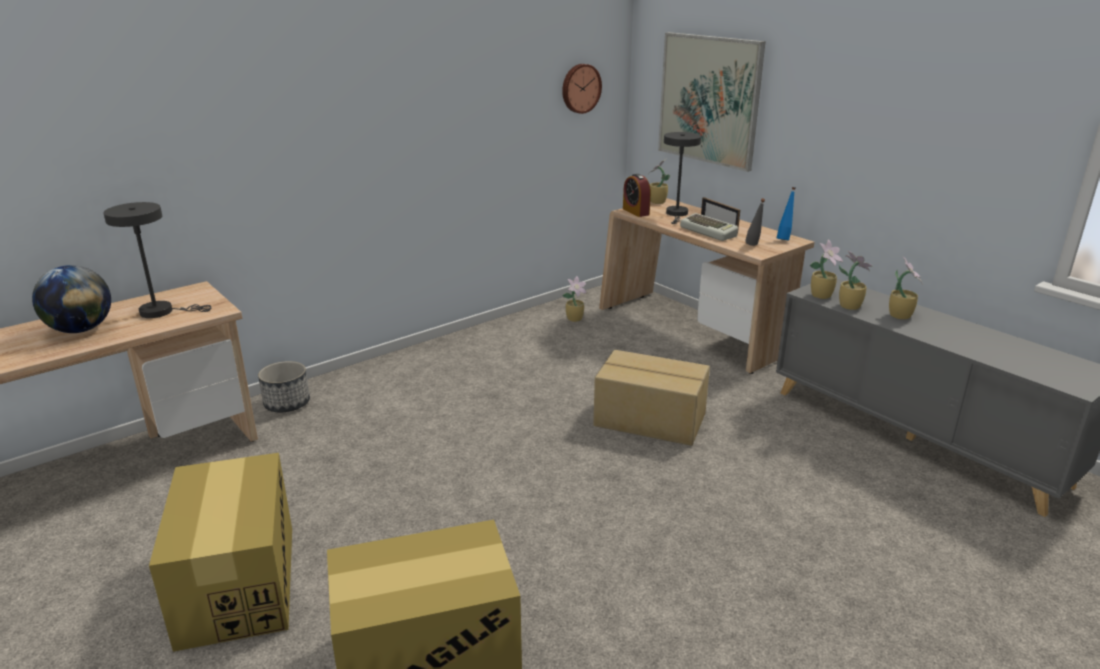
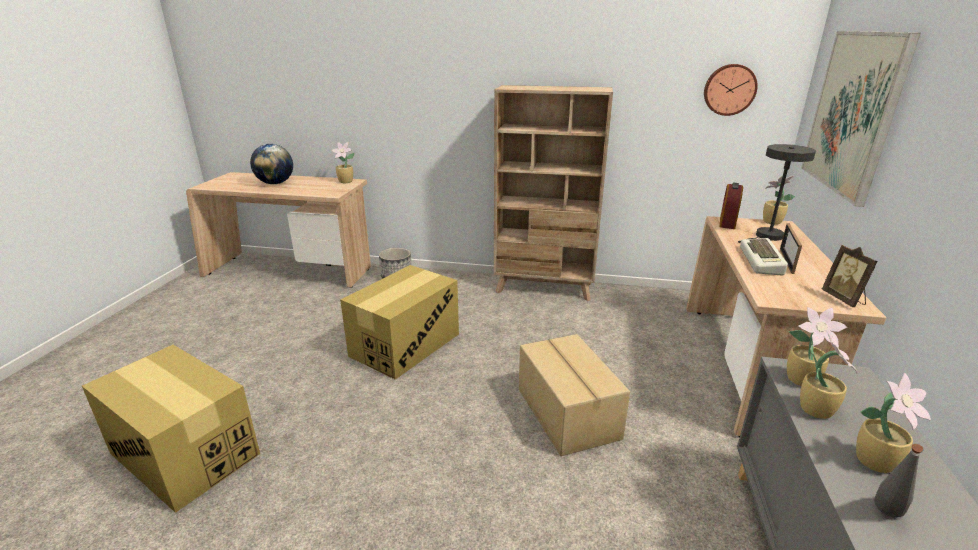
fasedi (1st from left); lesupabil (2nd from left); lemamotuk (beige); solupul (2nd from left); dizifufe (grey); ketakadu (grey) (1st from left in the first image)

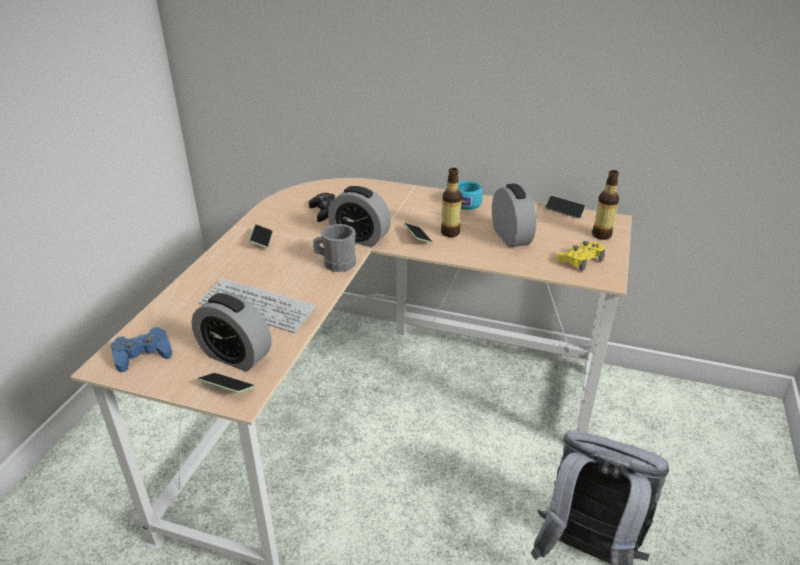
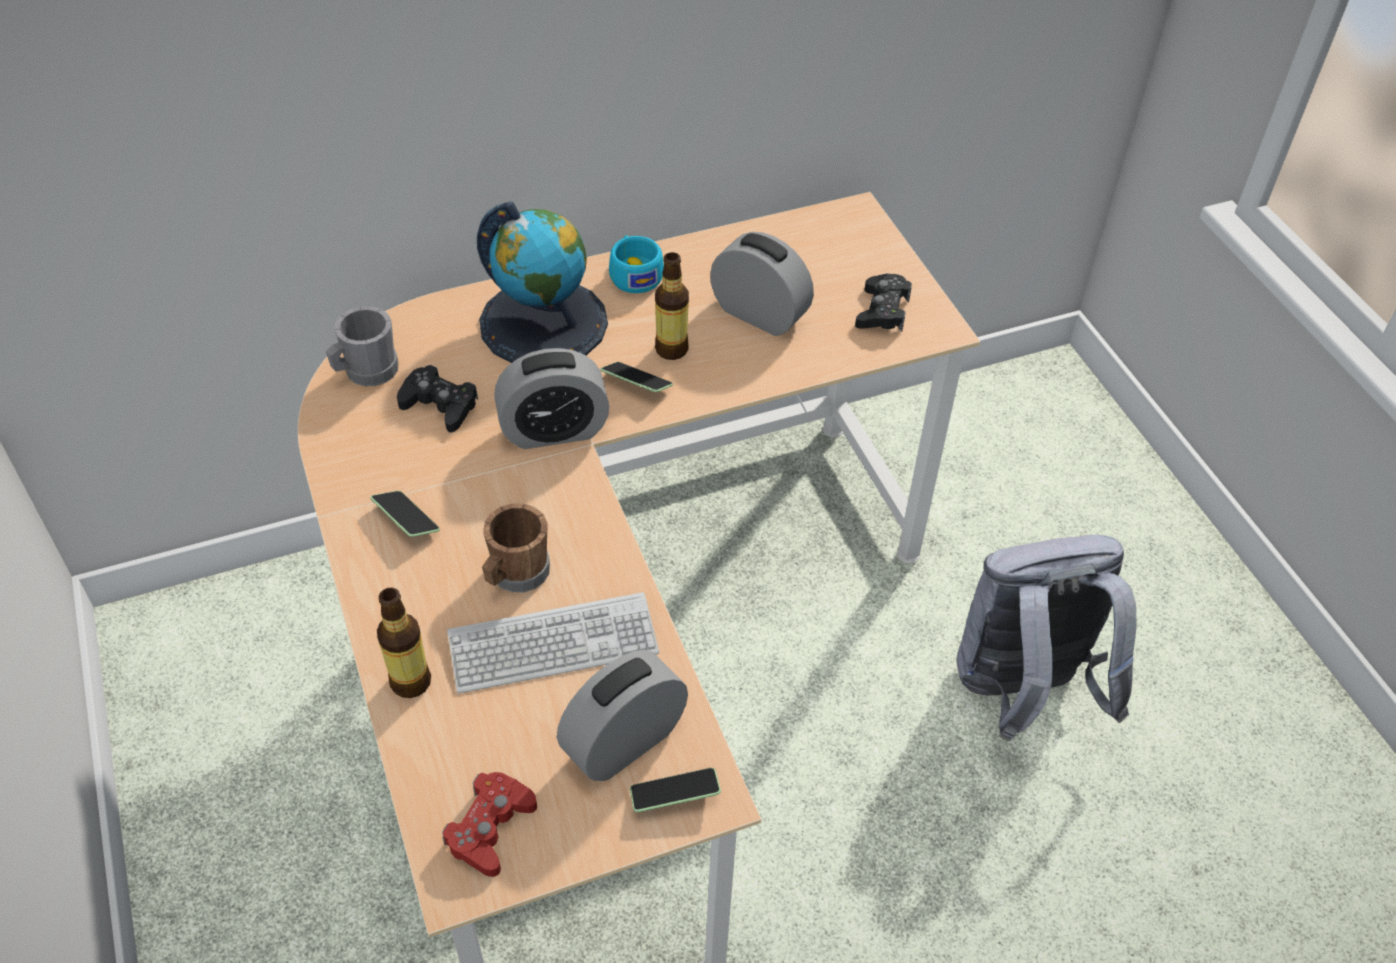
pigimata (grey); dizifufe (1st from left); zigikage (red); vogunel; pigimata (brown); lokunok (2nd from left); zigikage (black) (2nd from left); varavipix (4th from left in the first image)

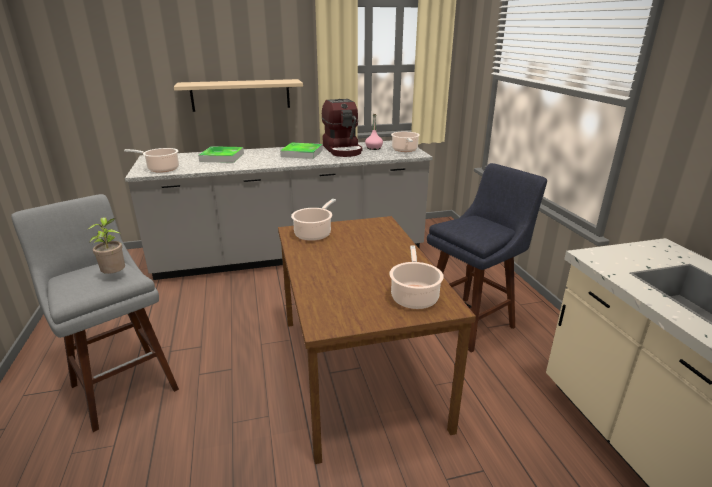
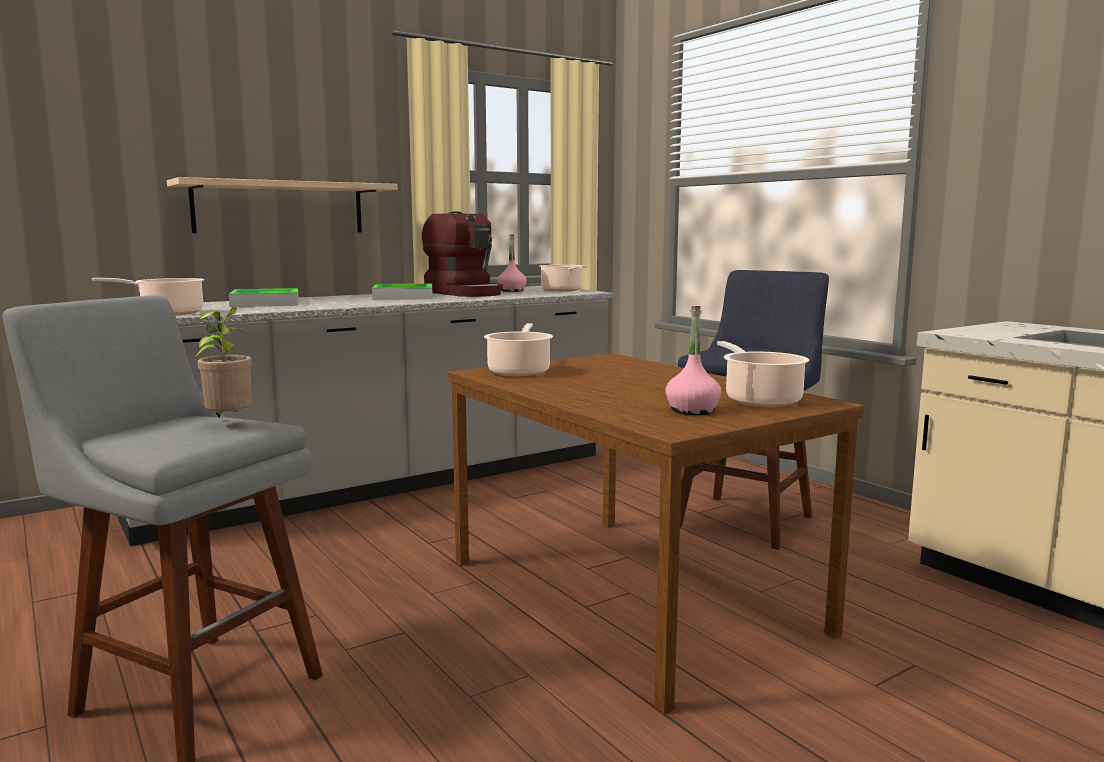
dizifufe (pink) (2nd from left)

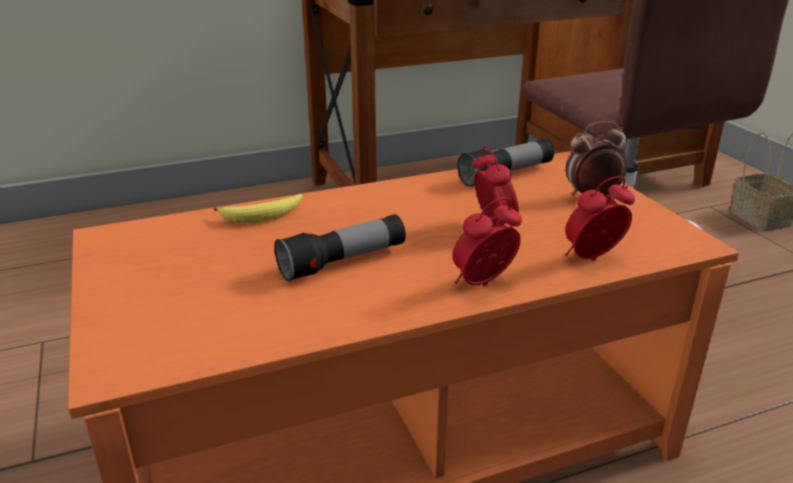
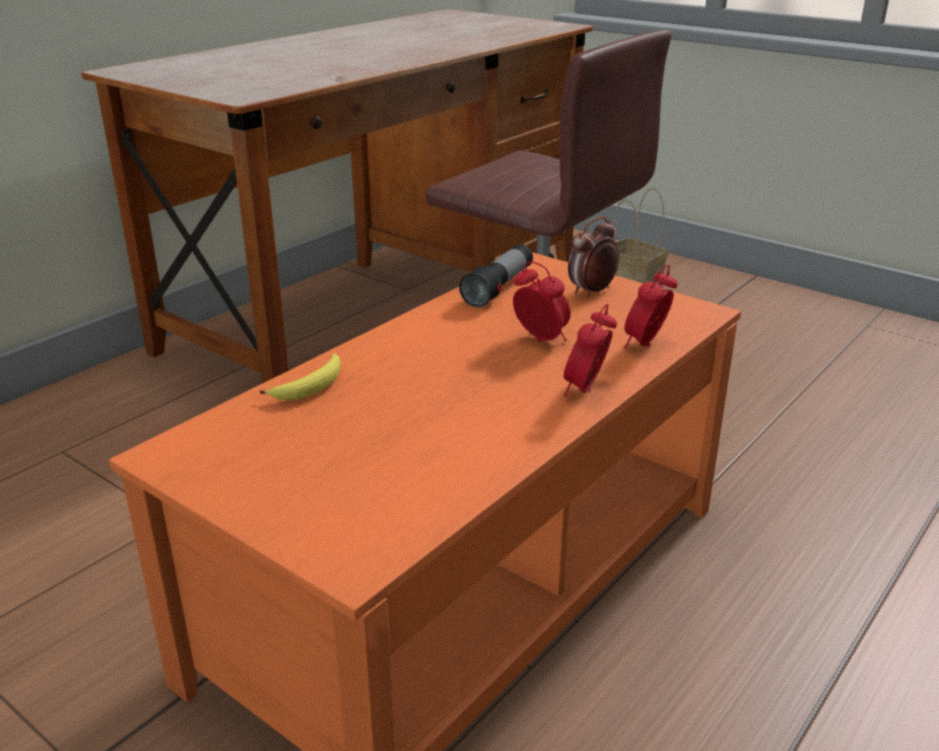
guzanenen (1st from left in the first image)

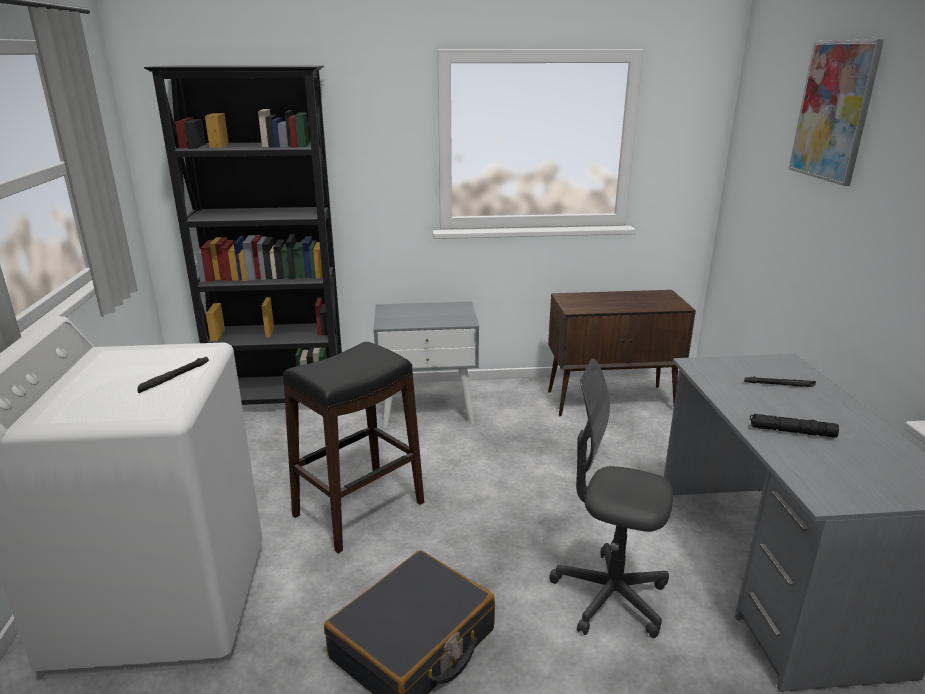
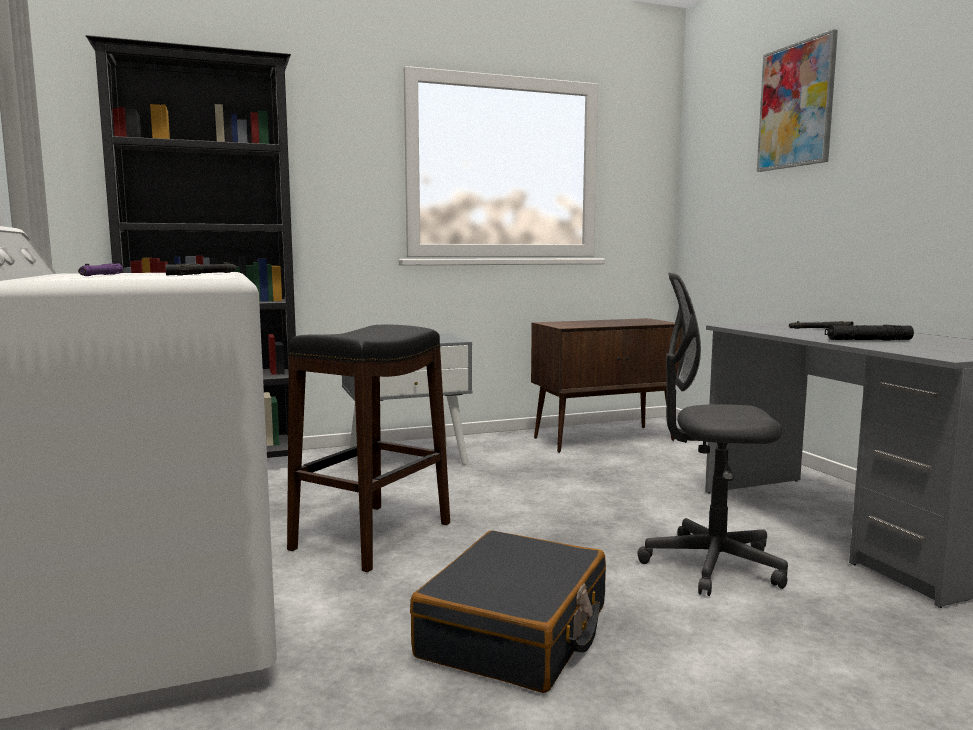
guzanenen (purple)

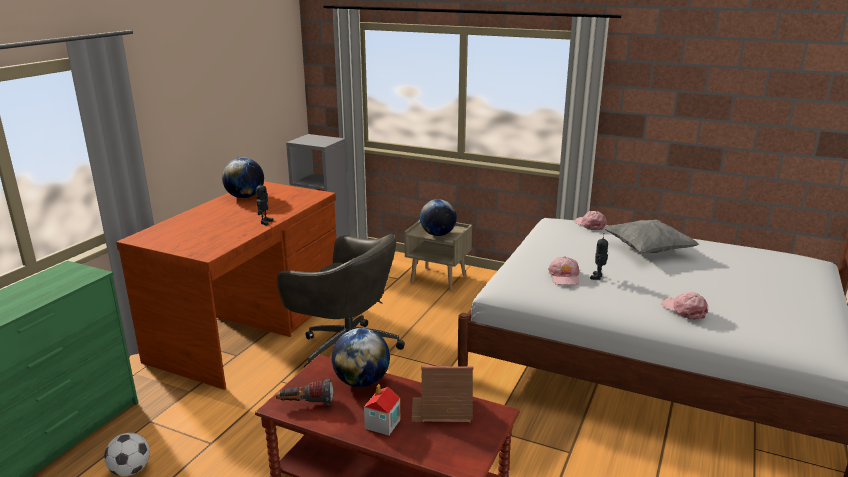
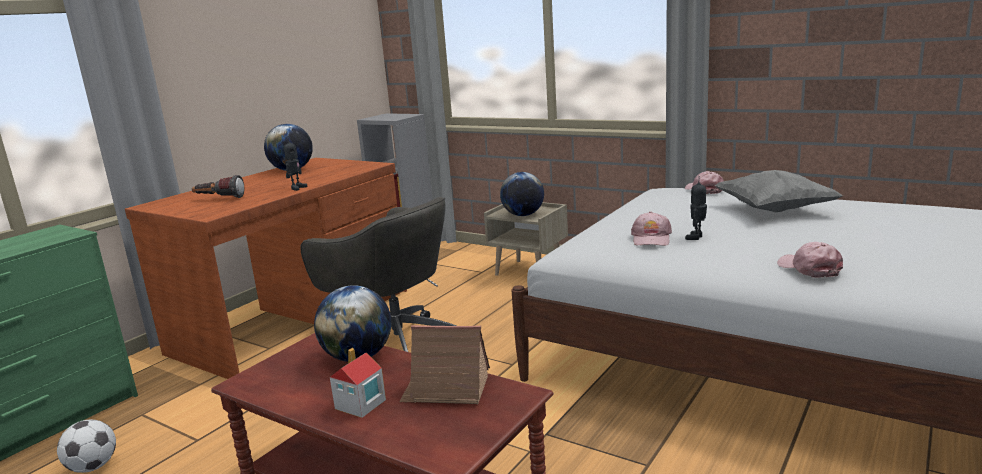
guzanenen

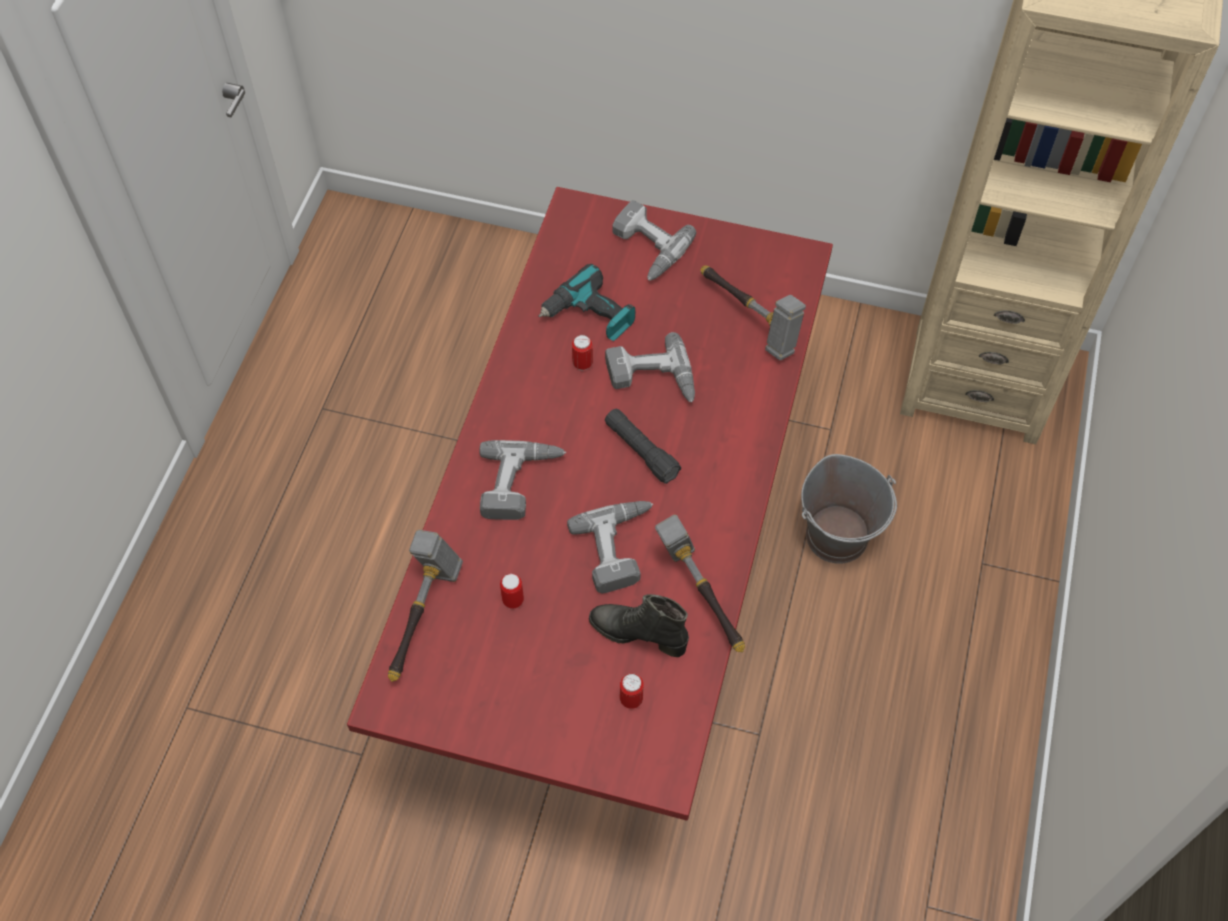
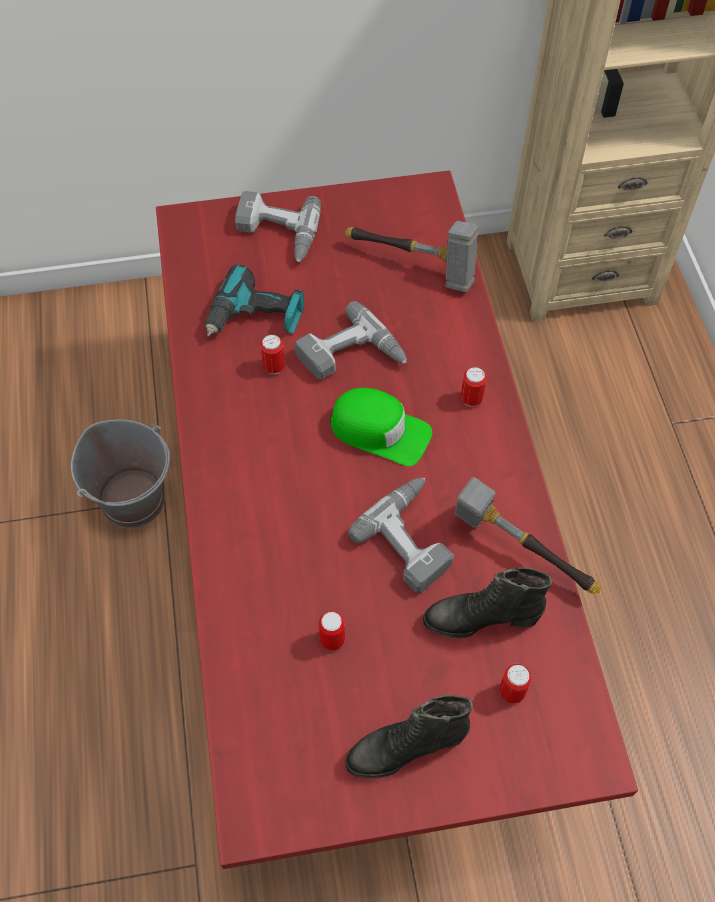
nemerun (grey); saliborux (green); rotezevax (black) (1st from left); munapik (3rd from left); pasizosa (1st from left in the first image); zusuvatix (1st from left in the first image)

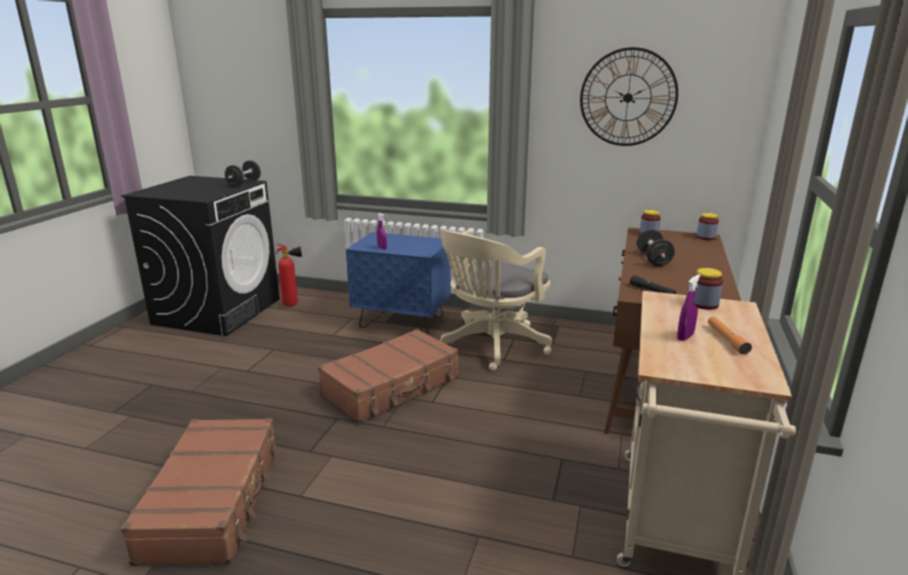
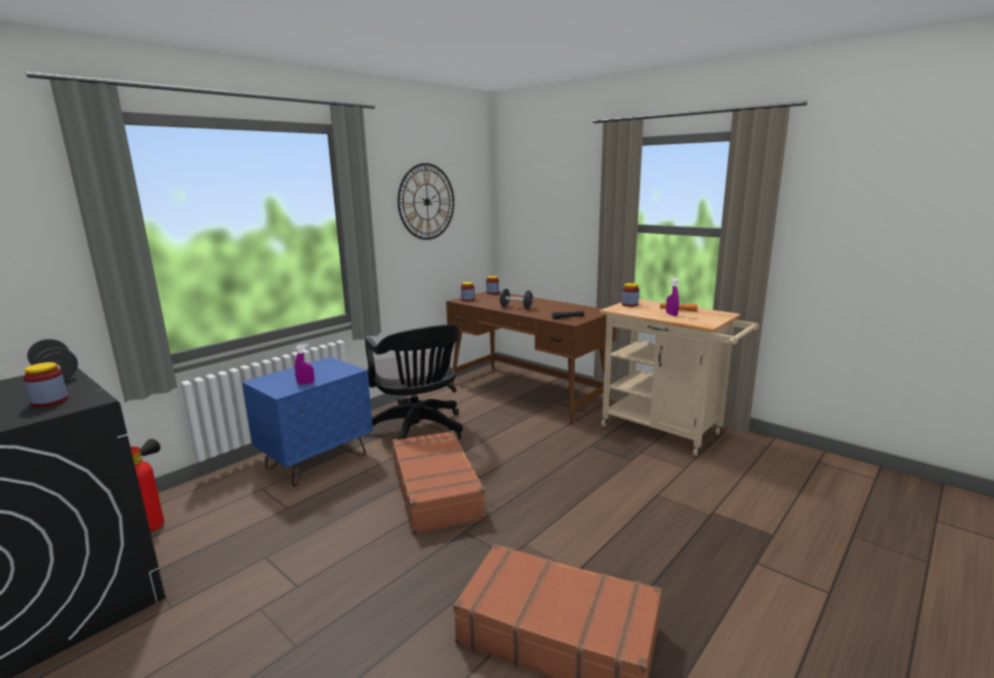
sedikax (1st from left); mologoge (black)

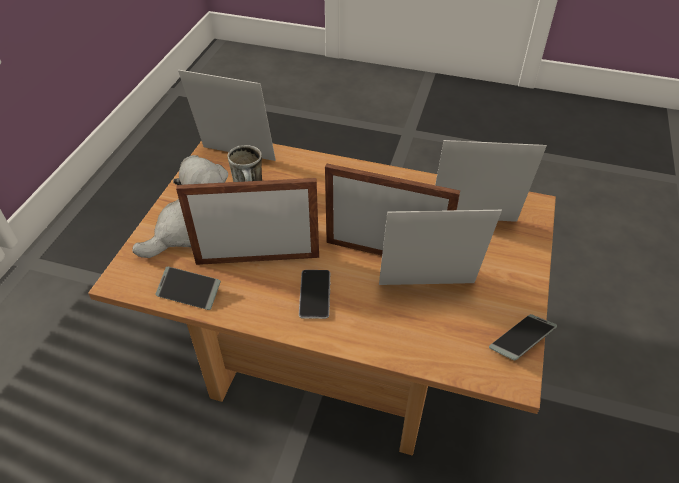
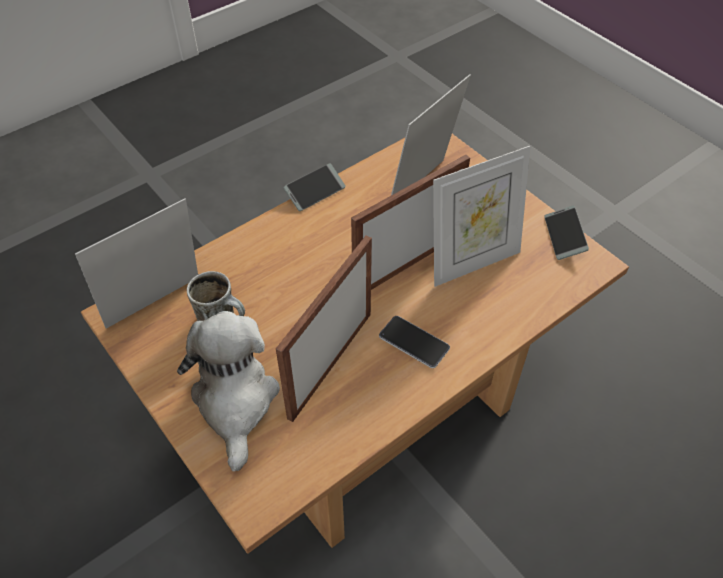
varavipix (1st from left); solupul (5th from left)

